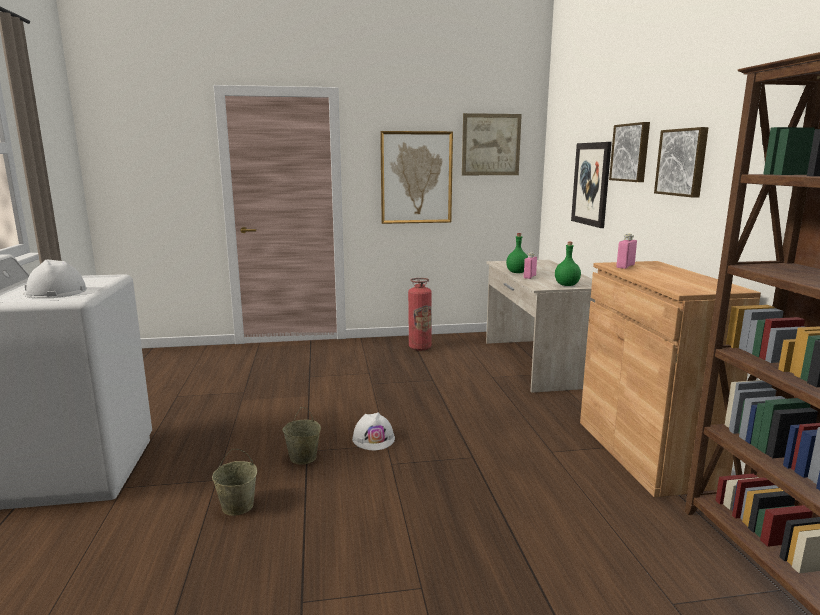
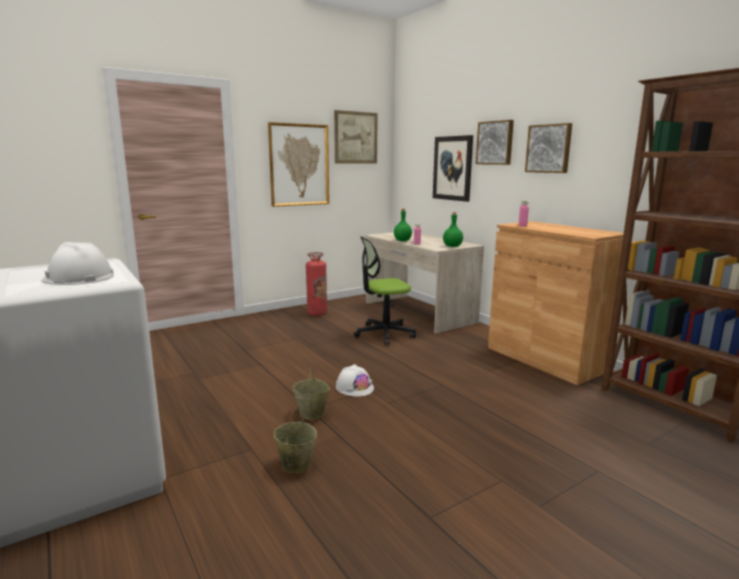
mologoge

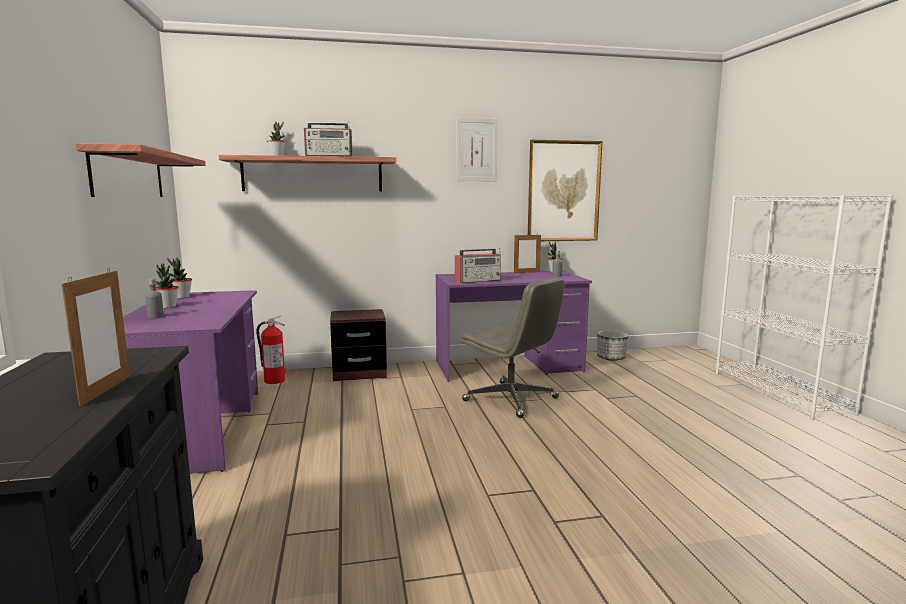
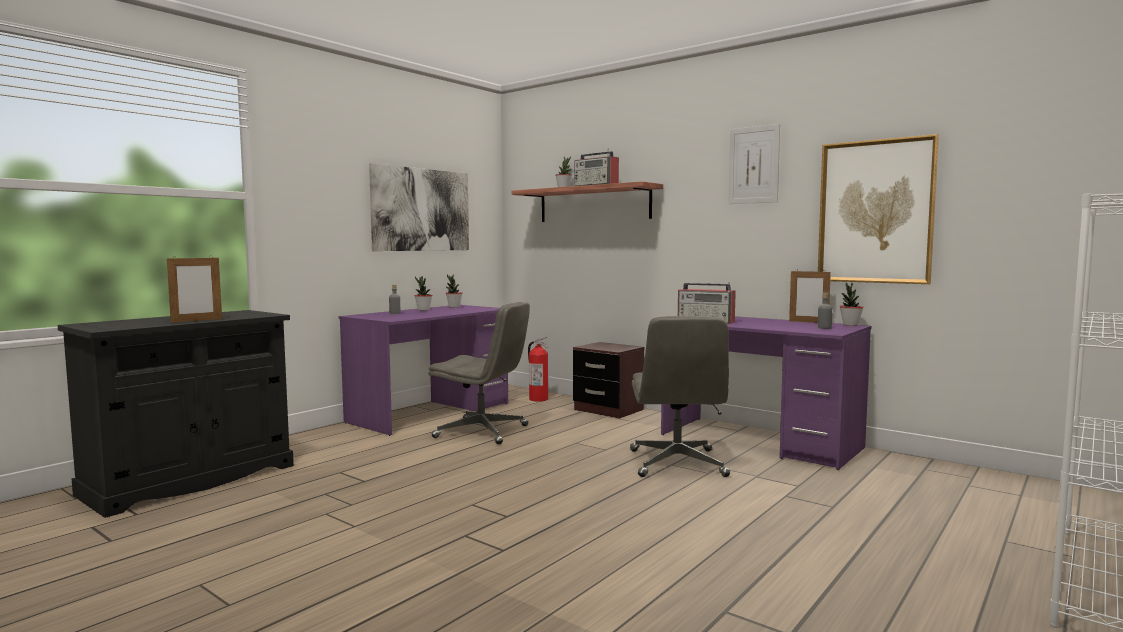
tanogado (1st from left); mologoge (grey) (1st from left); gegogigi

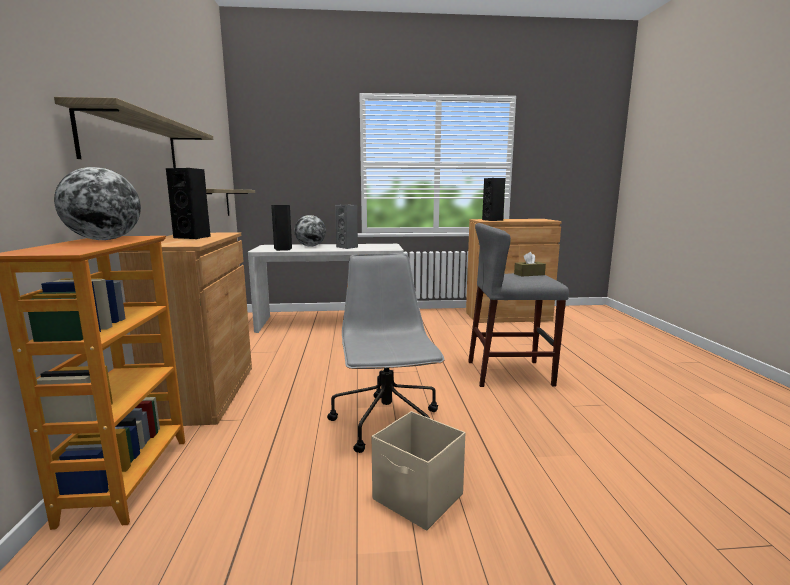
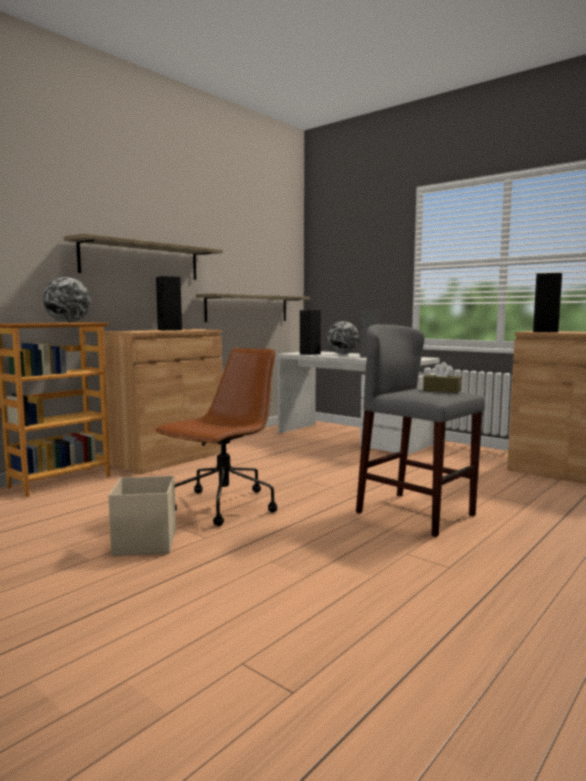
mologoge (brown)

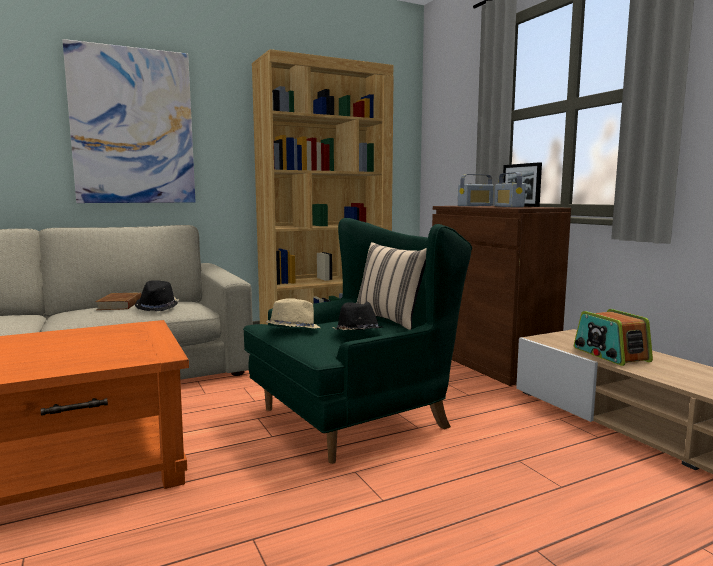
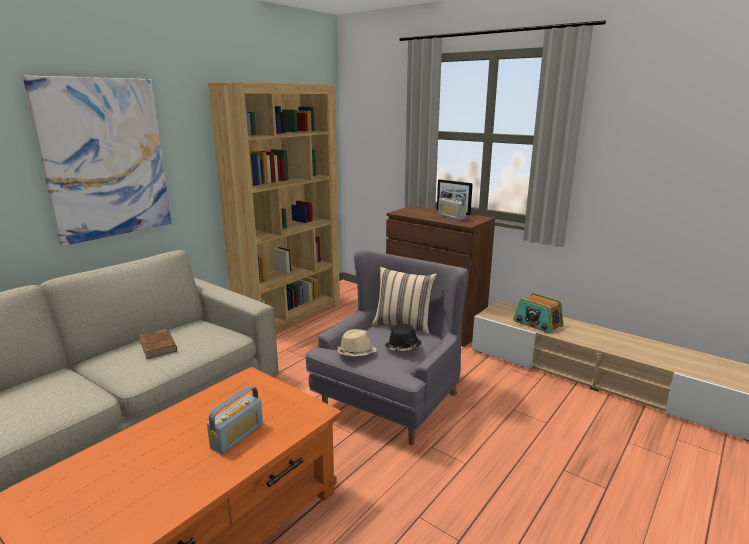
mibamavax (1st from left); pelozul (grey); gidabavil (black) (1st from left in the first image)

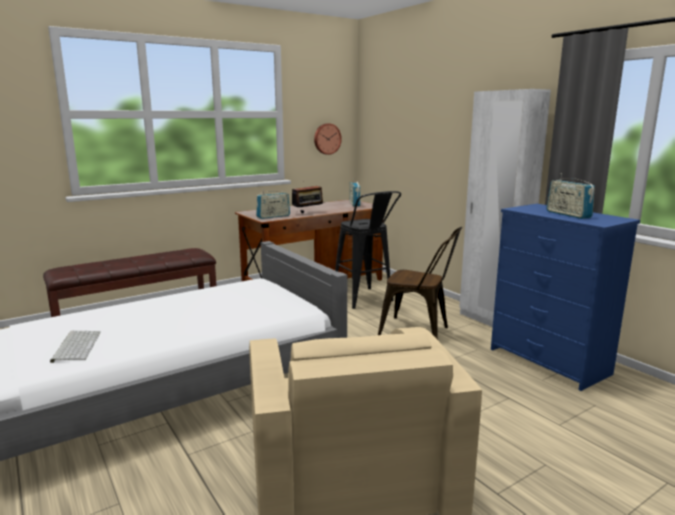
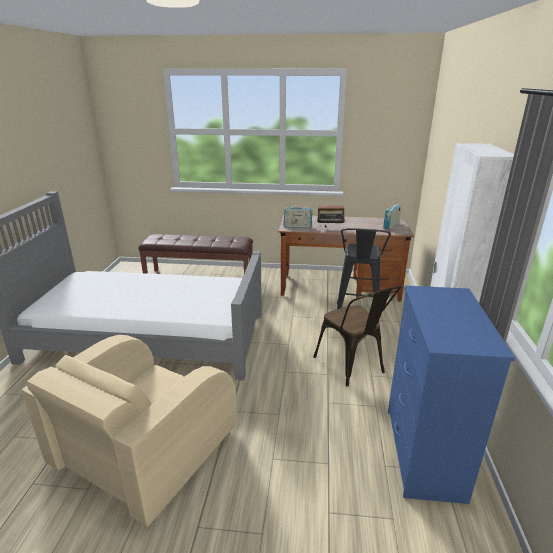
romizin; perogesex; mibamavax (4th from left in the first image)

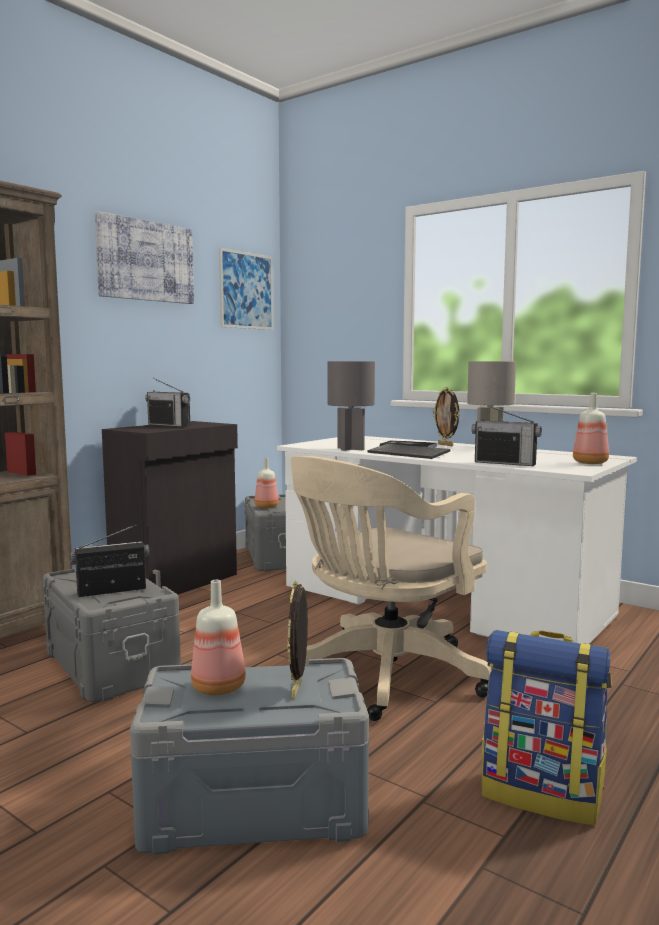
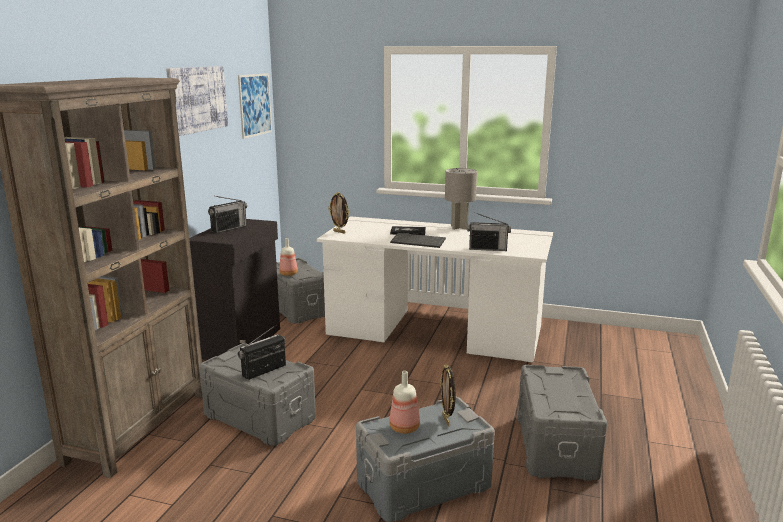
mibamavax (1st from left); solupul (1st from left); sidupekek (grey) (4th from left); mologoge (beige); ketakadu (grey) (1st from left in the first image); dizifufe (3rd from left in the first image)

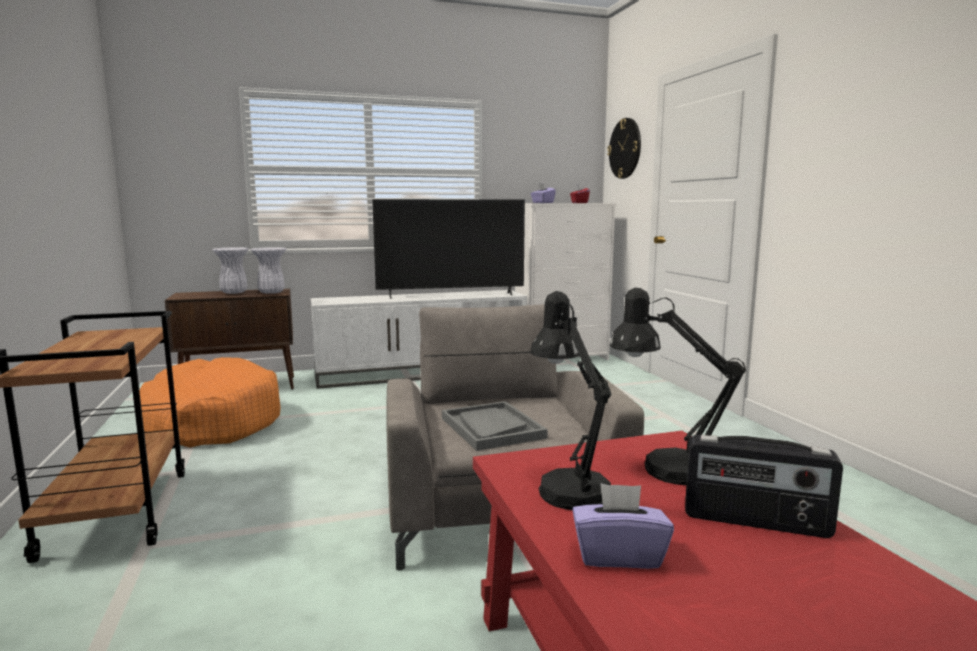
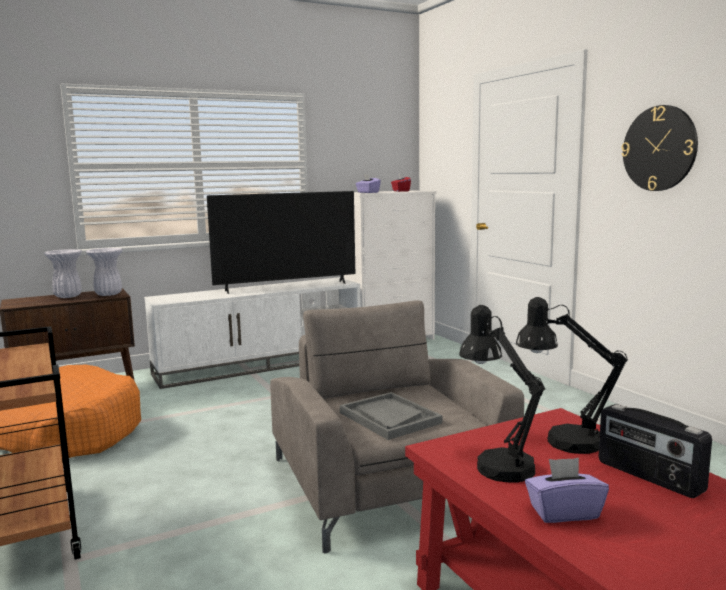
mibamavax; perogesex

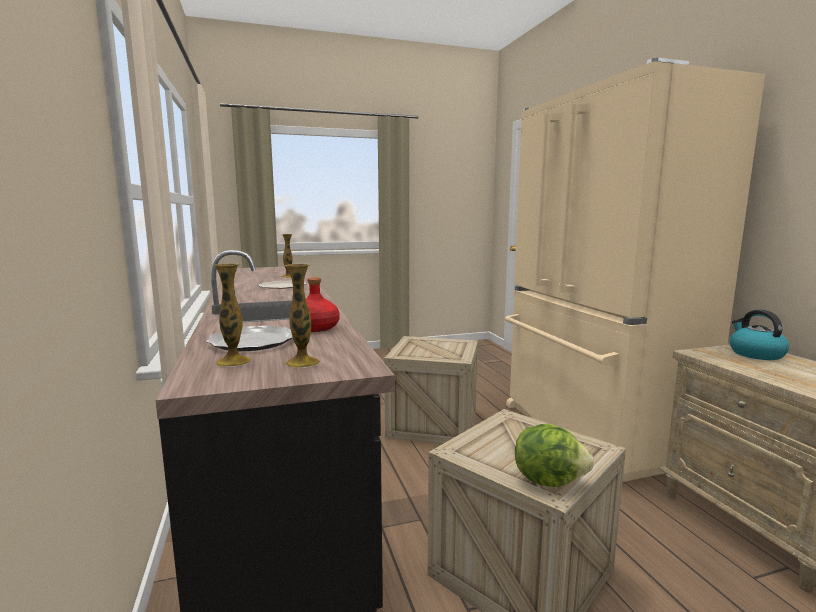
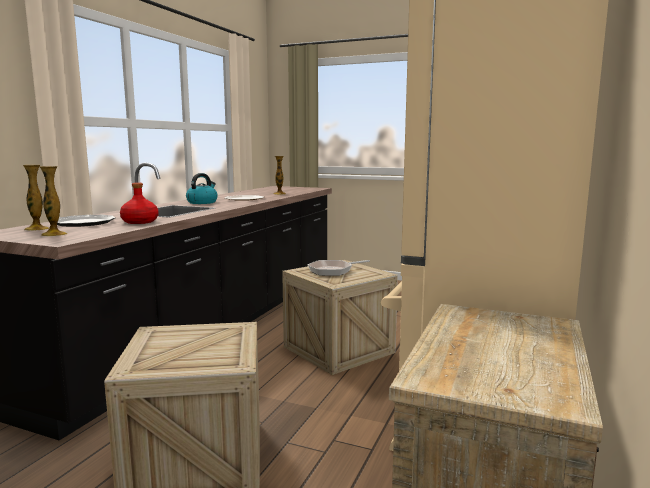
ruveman; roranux; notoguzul

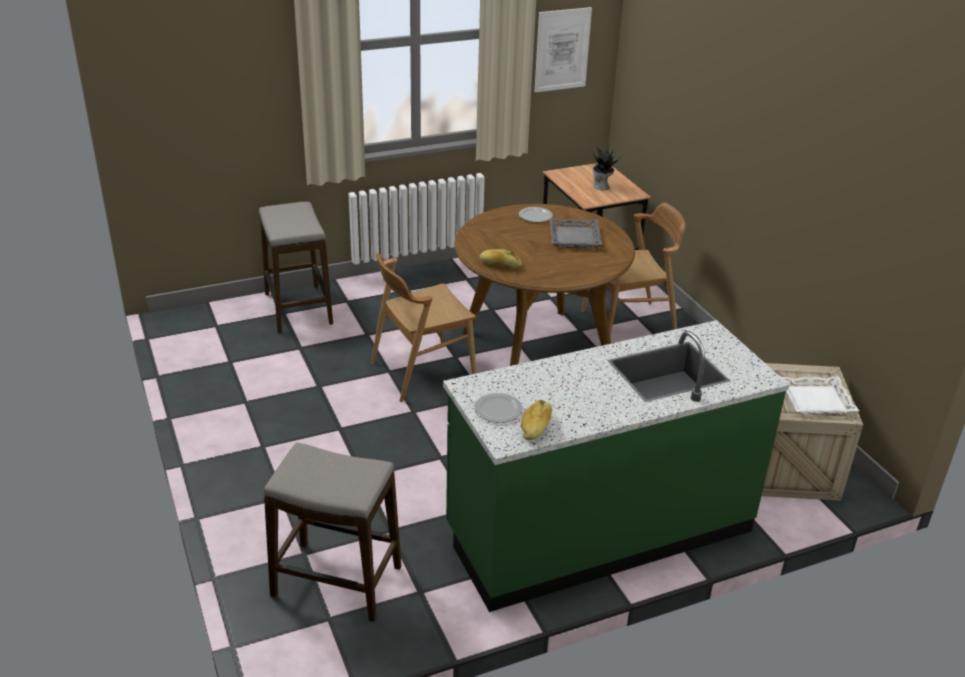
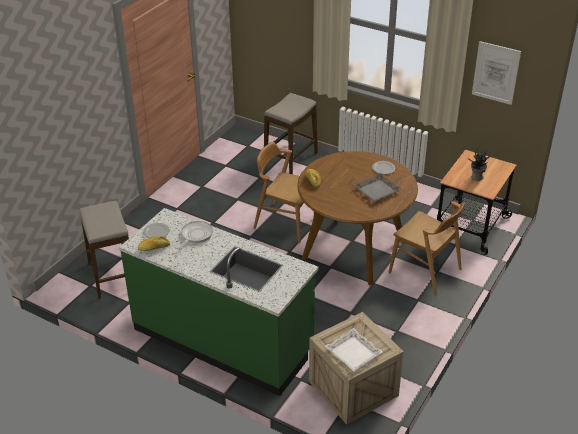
roranux

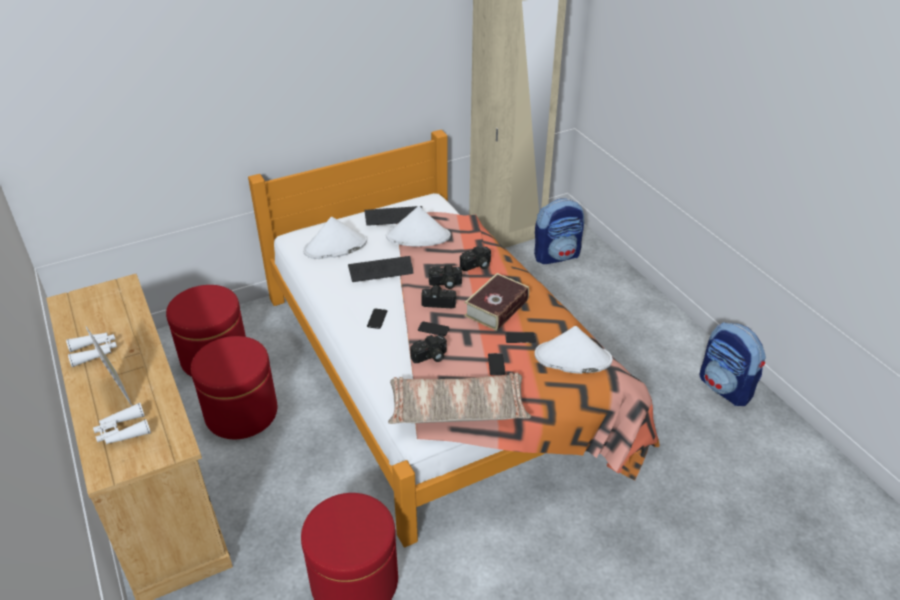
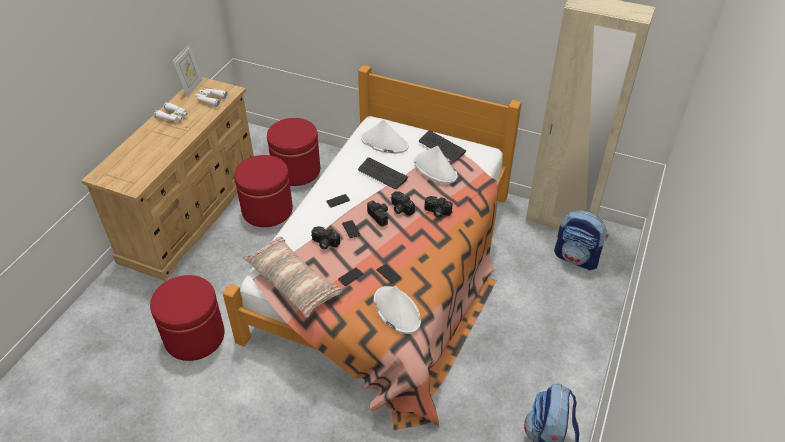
solupul; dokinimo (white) (2nd from left); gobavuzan

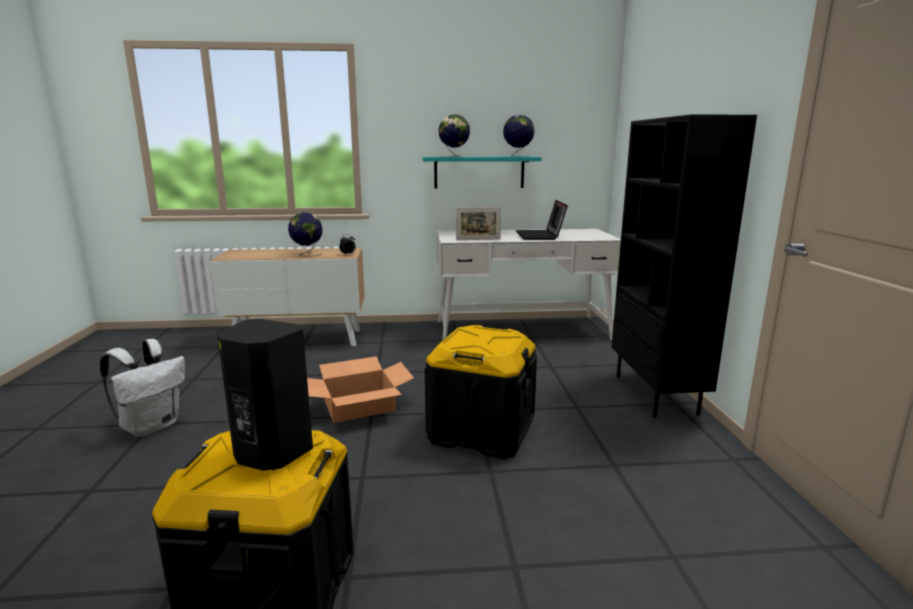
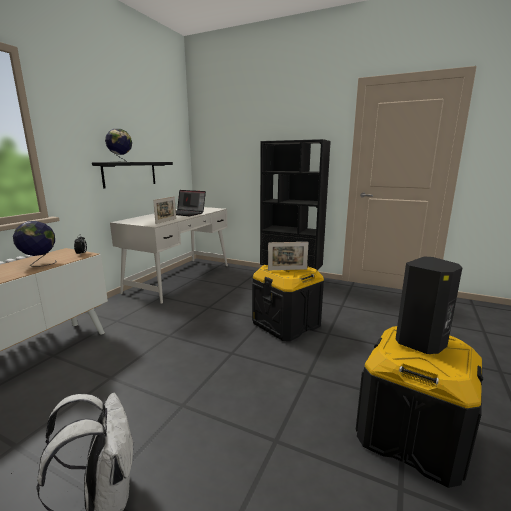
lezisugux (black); solupul (2nd from left); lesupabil; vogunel (3rd from left in the first image)

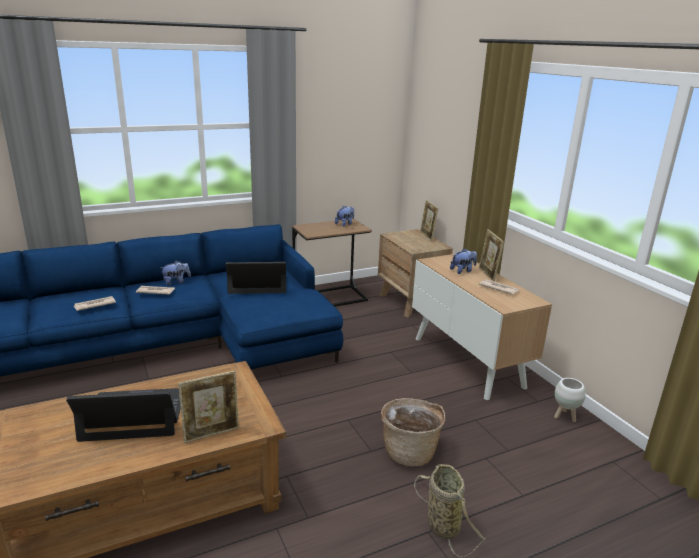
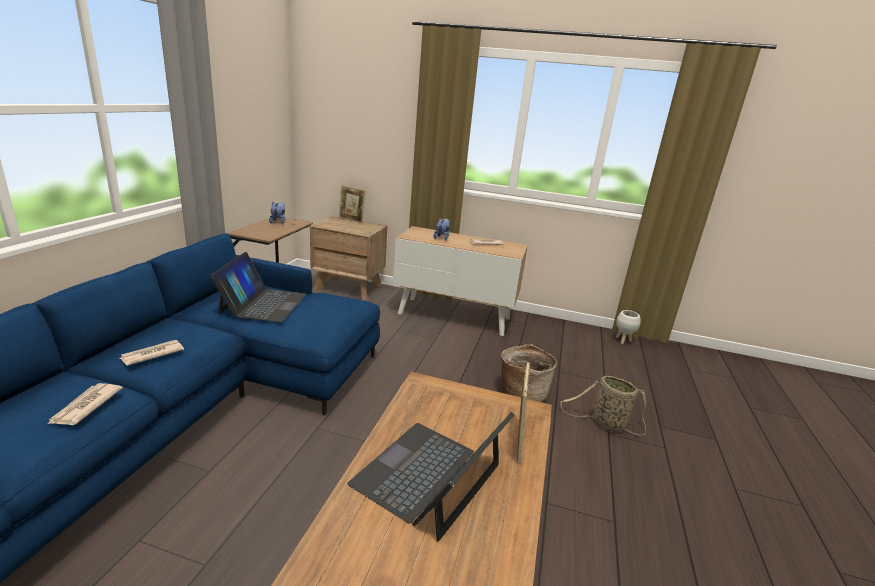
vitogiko (1st from left); gegogigi (white); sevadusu (1st from left in the first image); solupul (3rd from left in the first image)

